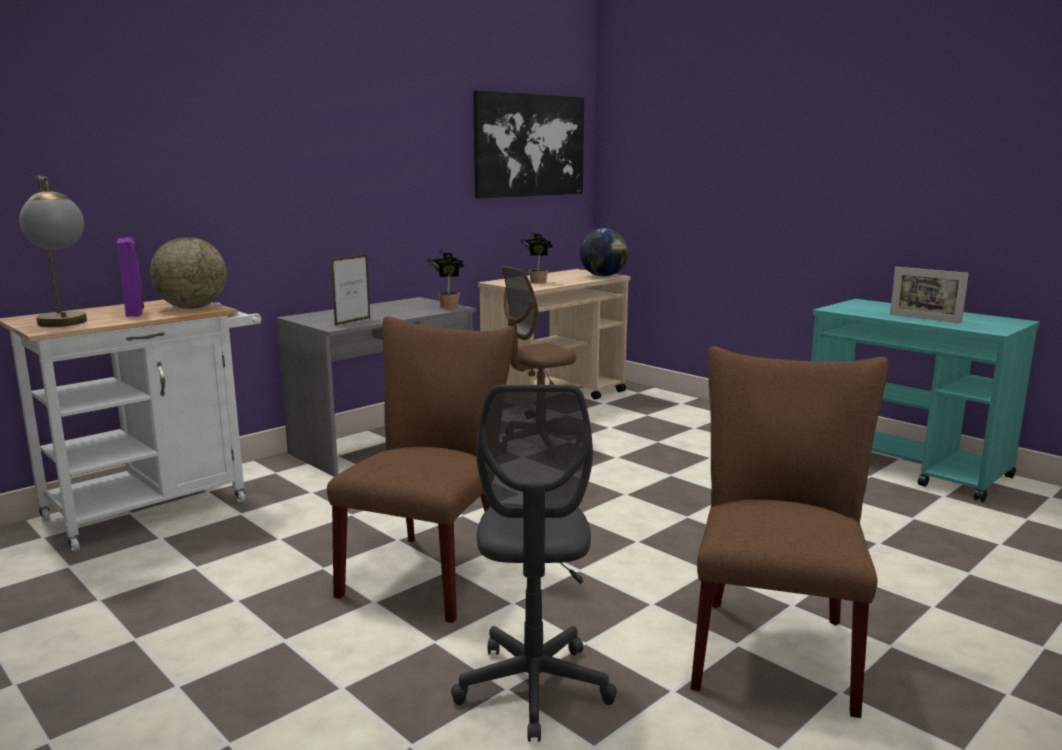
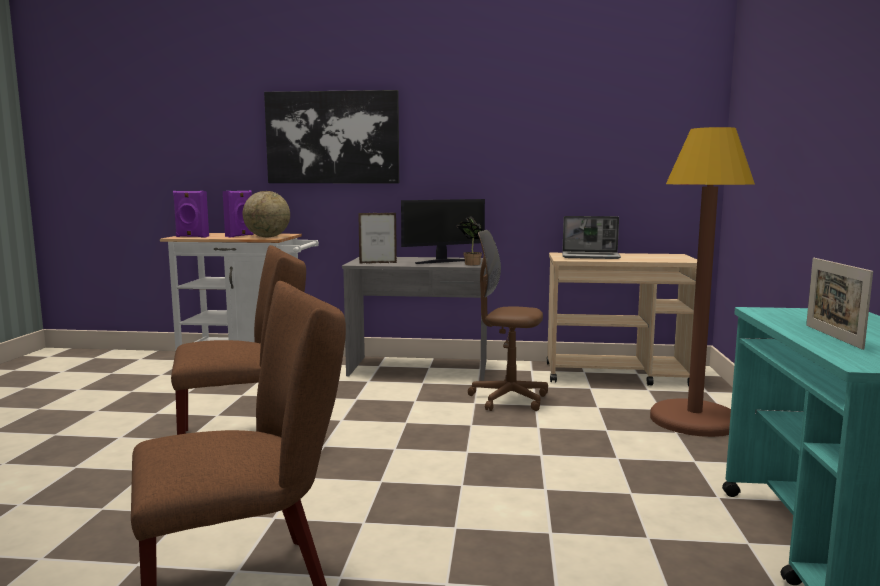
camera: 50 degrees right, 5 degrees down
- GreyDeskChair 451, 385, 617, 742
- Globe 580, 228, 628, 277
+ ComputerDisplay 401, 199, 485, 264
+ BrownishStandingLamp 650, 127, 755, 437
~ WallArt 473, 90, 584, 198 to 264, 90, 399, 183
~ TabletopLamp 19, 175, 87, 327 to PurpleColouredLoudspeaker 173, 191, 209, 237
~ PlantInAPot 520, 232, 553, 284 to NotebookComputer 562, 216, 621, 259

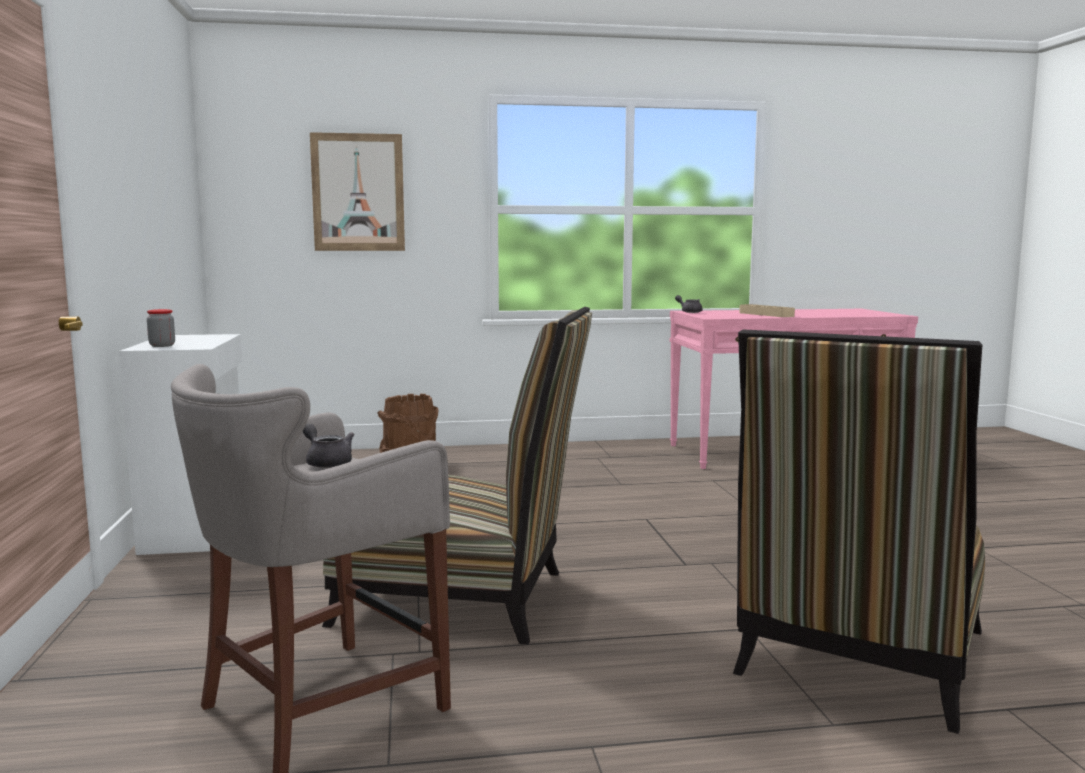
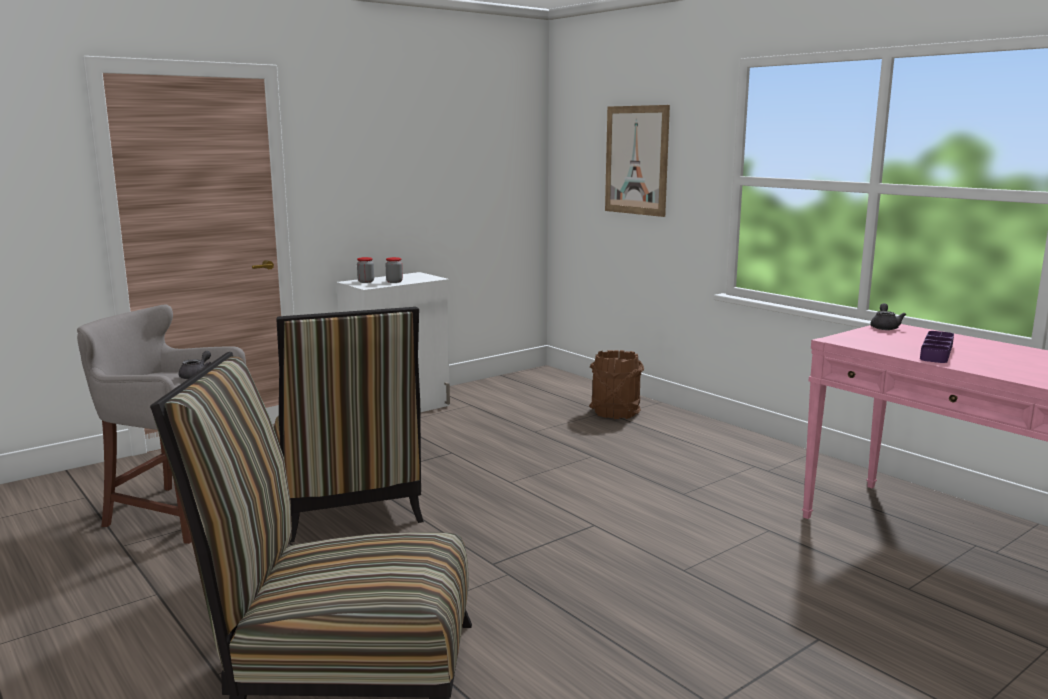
camera: 60 degrees right, 5 degrees up
+ PreserveJar 386, 257, 403, 283
~ BeigeColouredServingTray 739, 304, 795, 317 to PurpleColouredServingTray 920, 331, 954, 363

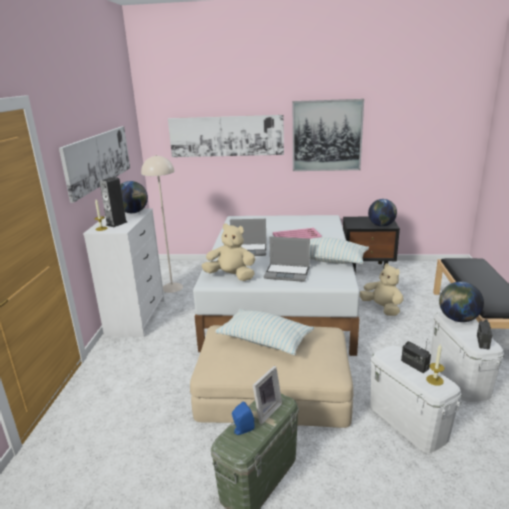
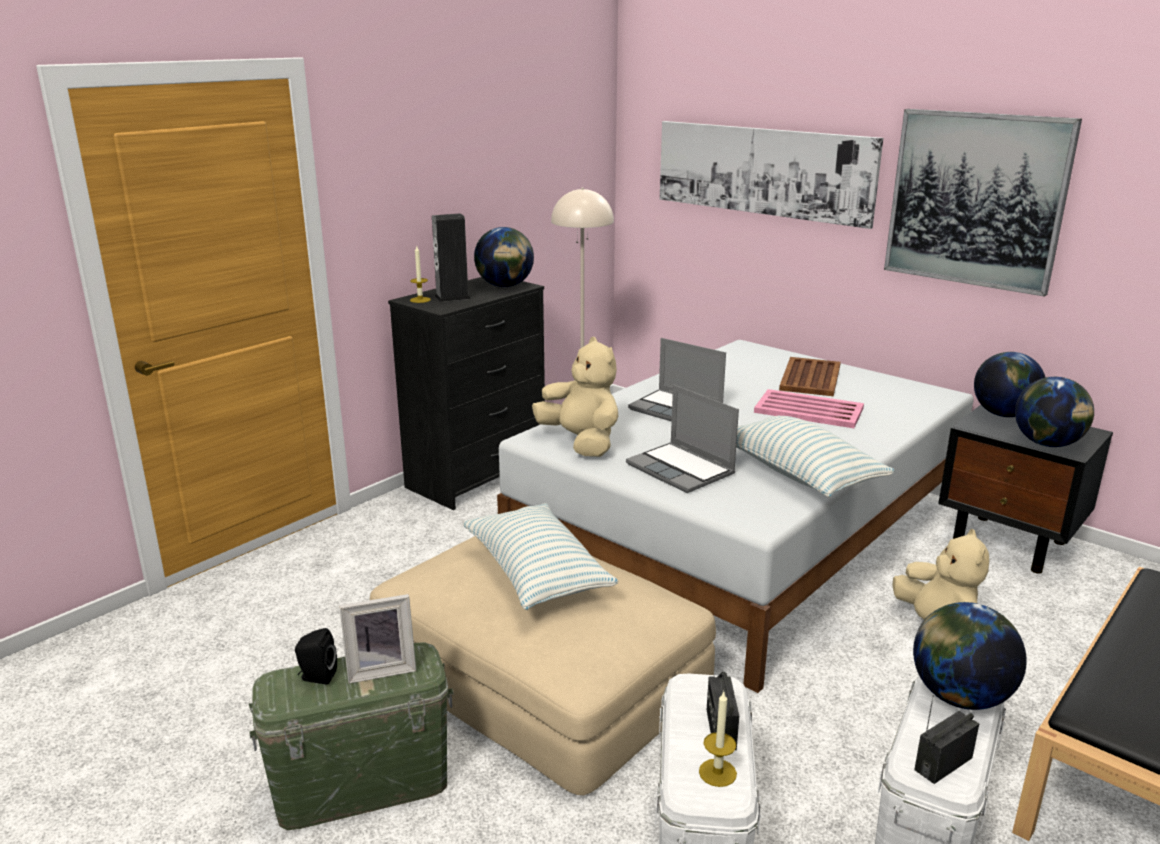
camera: 35 degrees right, 0 degrees up
- WallArt 59, 126, 130, 203
+ BrownishServingTray 779, 357, 841, 396
+ Globe 974, 352, 1045, 417
~ WhiteColouredChestOfDrawers 83, 208, 165, 337 to BlackColouredChestOfDrawers 388, 277, 545, 510
~ BlueLoudspeaker 232, 401, 255, 435 to BlackColouredLoudspeaker 295, 628, 337, 684

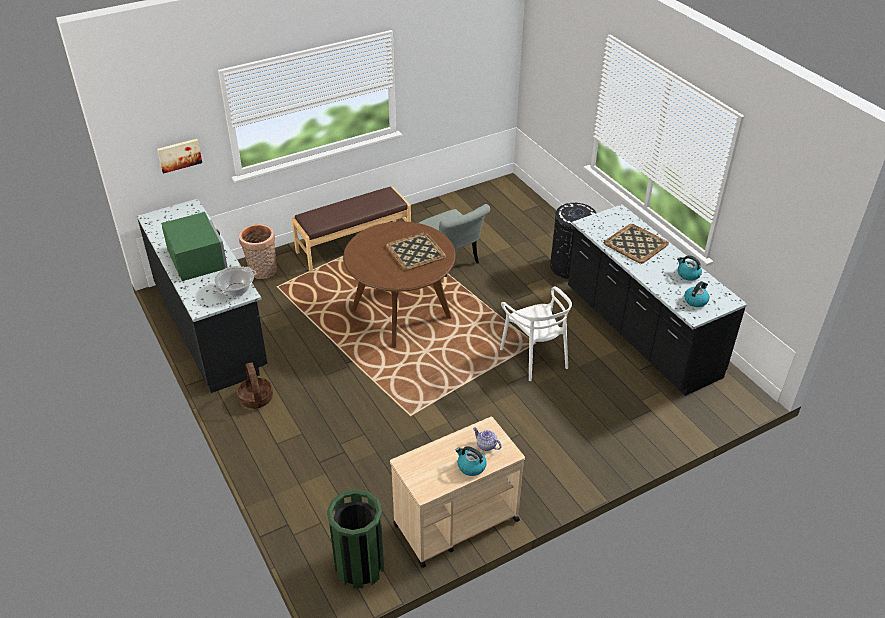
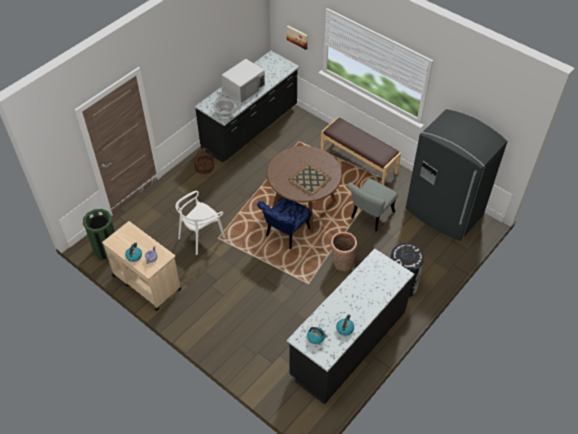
camera: 70 degrees right, 10 degrees up
- ServingTray 604, 224, 669, 264
+ BlueUprightChair 257, 197, 312, 249
+ GreyFridge 406, 109, 507, 241
~ Basket 239, 224, 277, 279 to 331, 232, 357, 271
~ WhiteColouredUprightChair 500, 287, 572, 381 to 176, 191, 226, 255
~ GreenColouredKitchenMicrowave 161, 212, 228, 281 to WhiteColouredKitchenMicrowave 222, 59, 265, 102

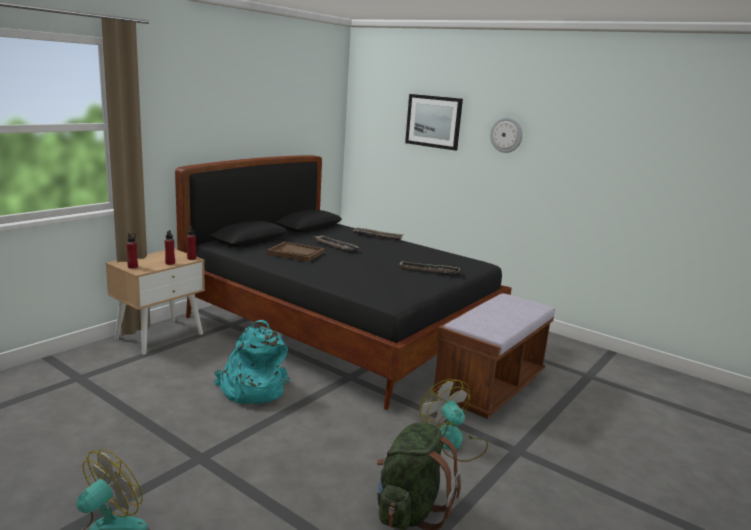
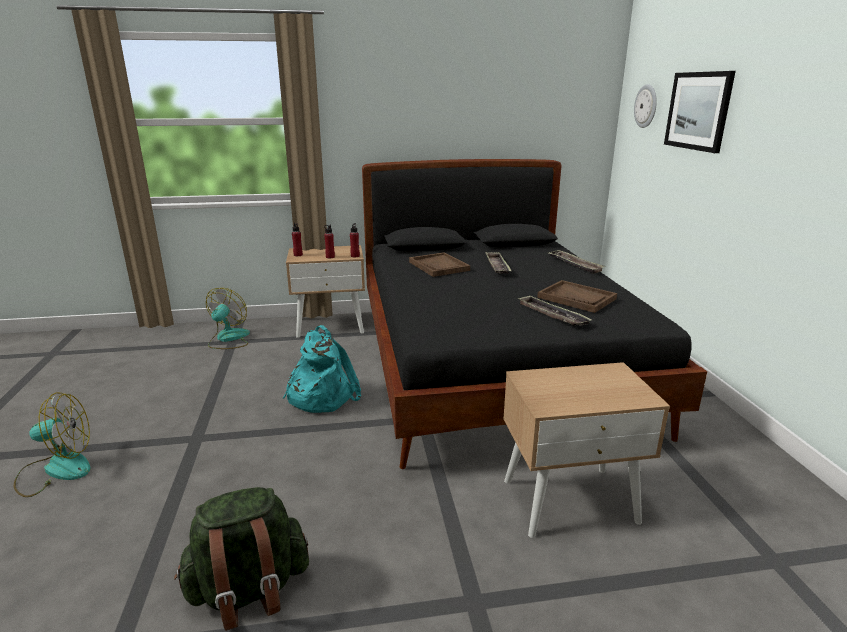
camera: 45 degrees right, 5 degrees up
+ BrownishServingTray 537, 280, 617, 313
~ ElectricFan 420, 379, 488, 462 to 206, 288, 250, 349
~ WallClock 490, 117, 523, 153 to 634, 84, 657, 128
~ BrownishIndoorBench 432, 293, 555, 419 to BeigeColouredBedsideTable 503, 362, 670, 538

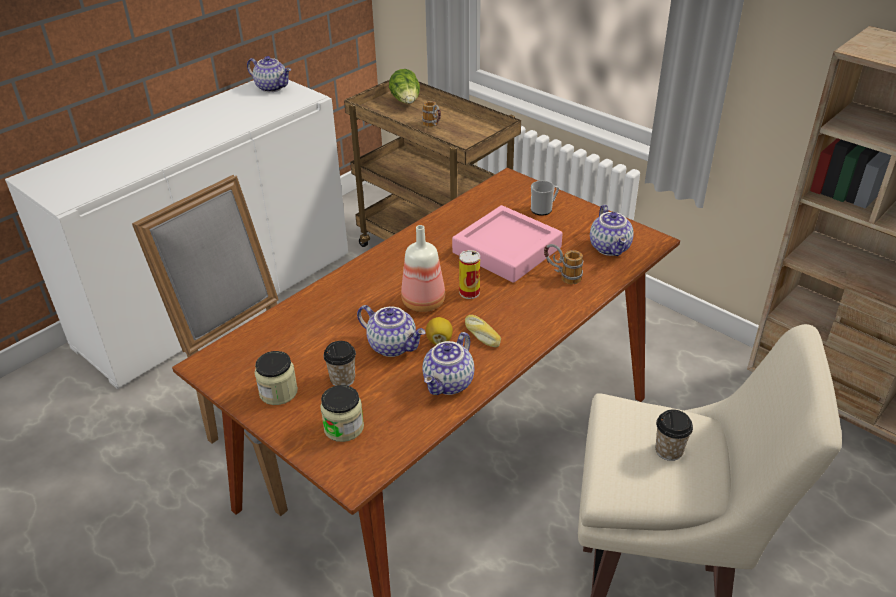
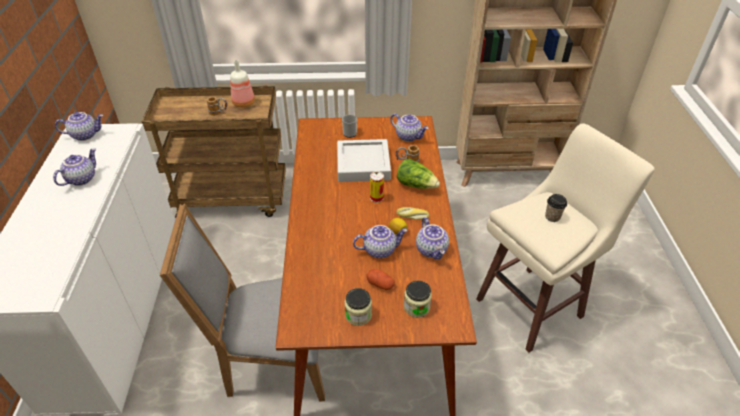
camera: 45 degrees left, 5 degrees up
+ PotForTea 53, 148, 96, 186
~ HeadOfLettuce 389, 69, 420, 104 to 397, 159, 440, 189
~ Bottle 401, 225, 445, 312 to 230, 60, 255, 108
~ SmallCup 323, 341, 356, 386 to Spud 367, 269, 395, 290
~ PinkServingTray 452, 205, 563, 283 to GreyServingTray 337, 139, 391, 182

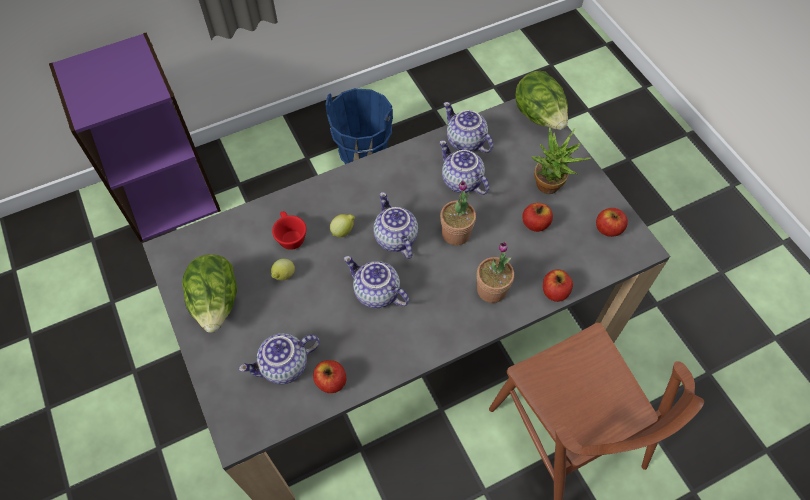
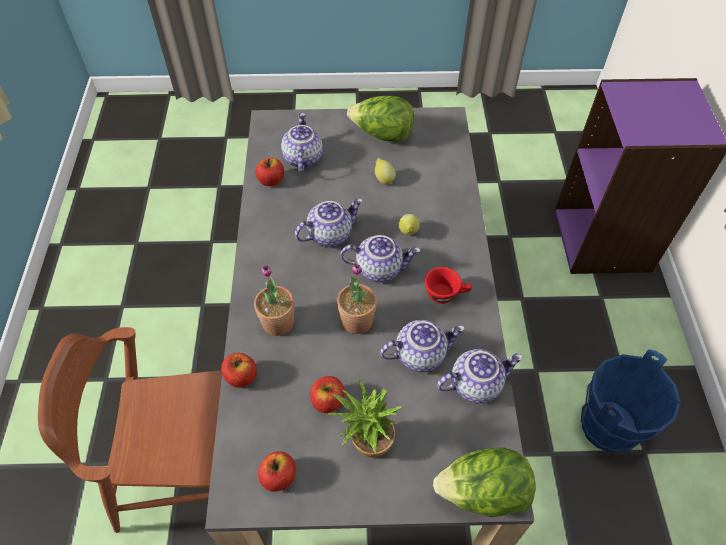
camera: 115 degrees right, 5 degrees down
~ RedSmallCup 272, 211, 306, 250 to 425, 267, 472, 304

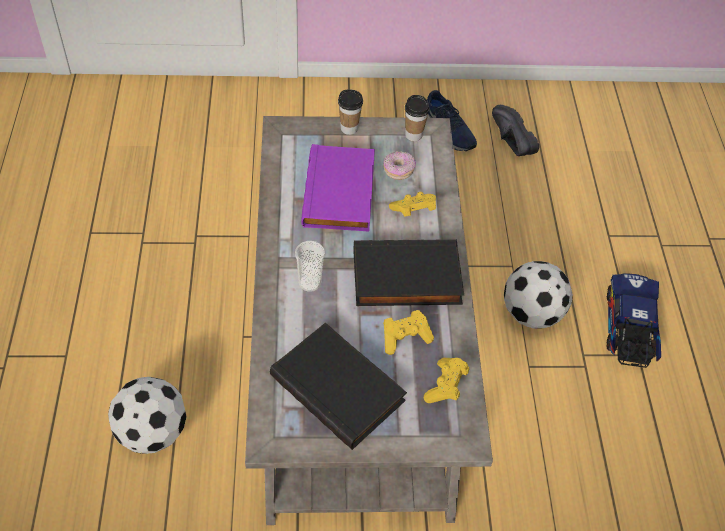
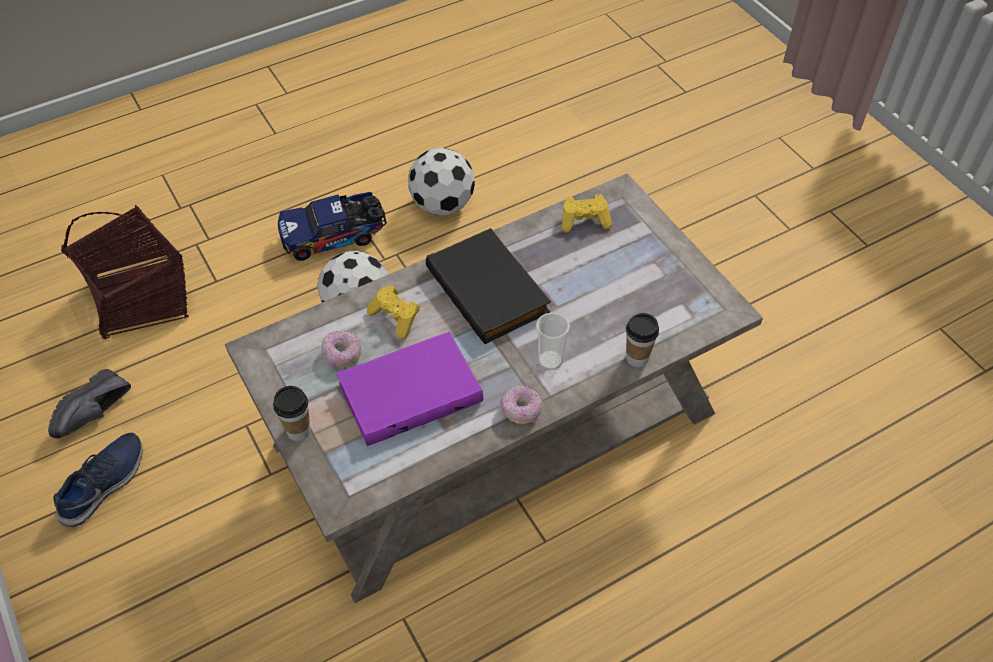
camera: 115 degrees left, 0 degrees up
- BlackColouredBook 270, 322, 407, 450
- YellowGamepad 383, 310, 434, 355
+ Basket 61, 205, 189, 339
+ Doughnut 500, 385, 543, 424
~ FootballBall 108, 377, 187, 454 to 408, 147, 475, 215
~ SmallCup 405, 95, 430, 141 to 626, 313, 659, 367

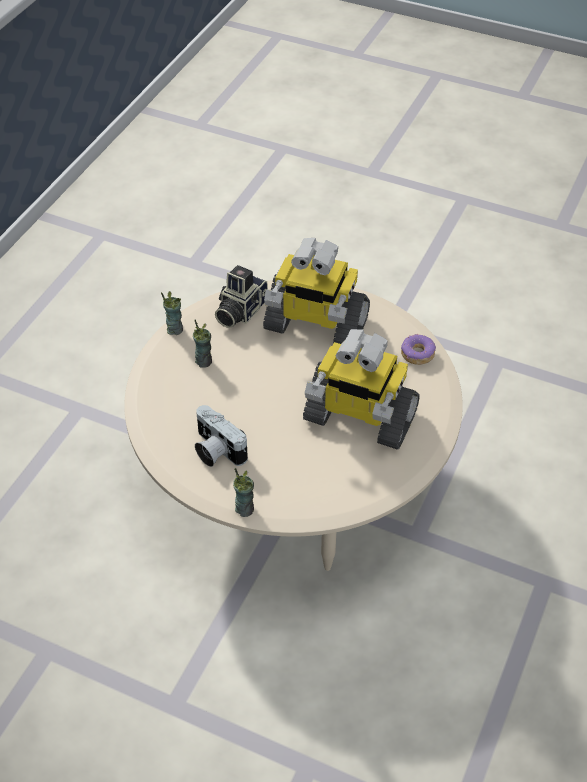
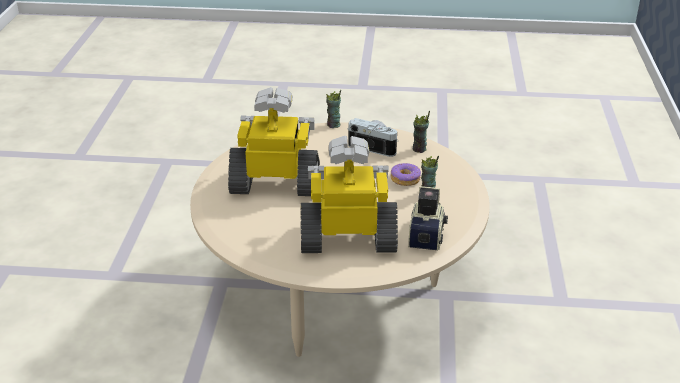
camera: 160 degrees right, 15 degrees down
~ SmallCup 161, 291, 183, 335 to 413, 111, 430, 153
~ Doughnut 401, 334, 436, 365 to 391, 163, 421, 186

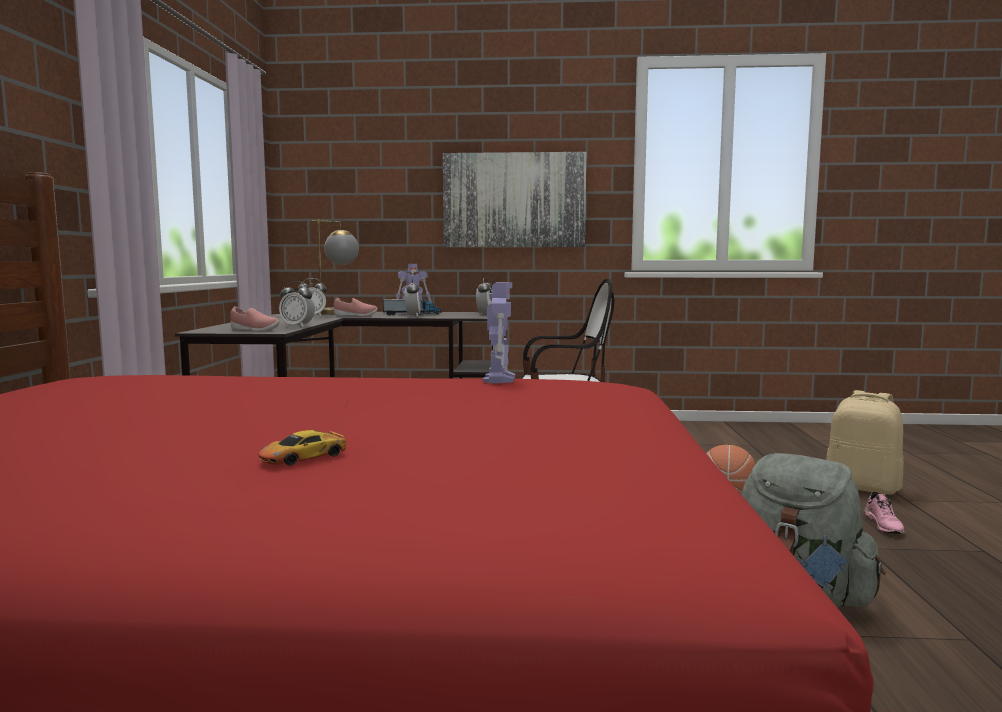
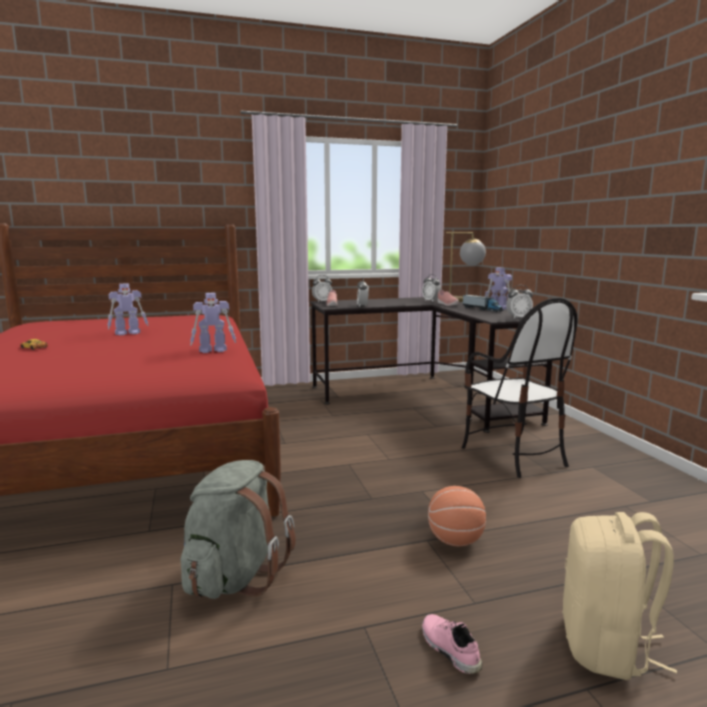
camera: 70 degrees right, 5 degrees up
- WallArt 443, 152, 586, 247
+ ModelRobot 107, 283, 149, 335
~ TableClock 405, 278, 420, 317 to 312, 275, 332, 302
~ PinkShoe 864, 492, 905, 534 = 422, 614, 483, 674 75 degrees clockwise

